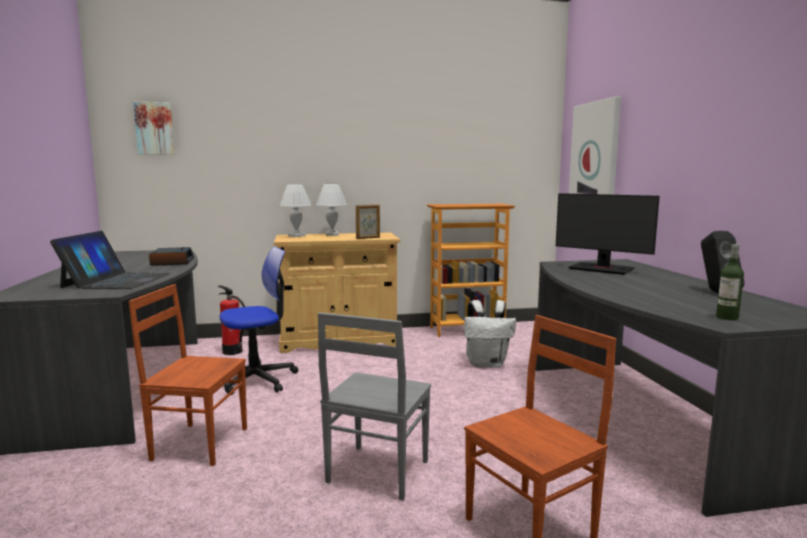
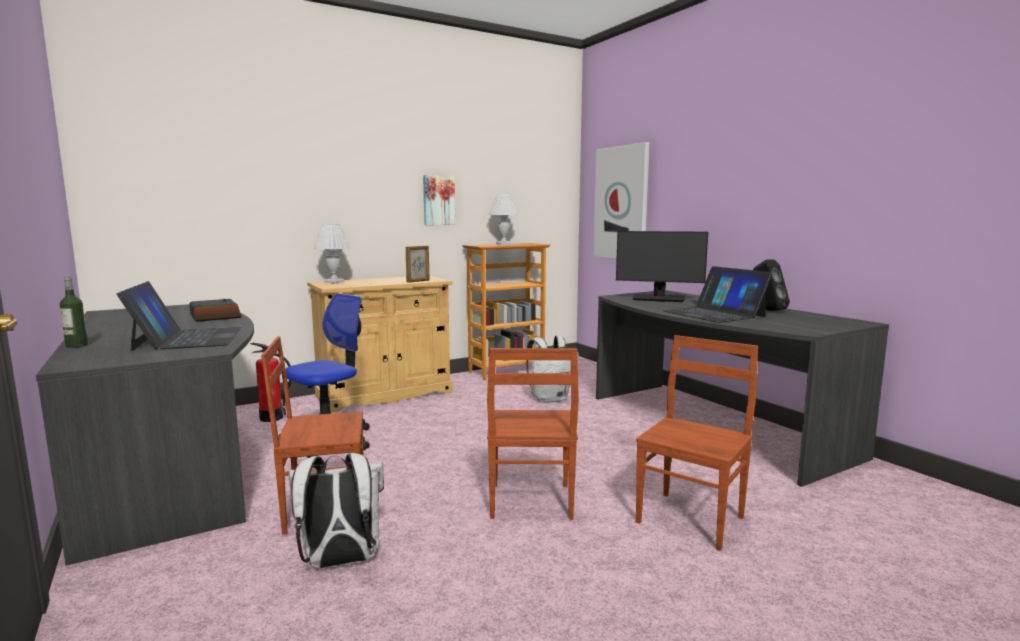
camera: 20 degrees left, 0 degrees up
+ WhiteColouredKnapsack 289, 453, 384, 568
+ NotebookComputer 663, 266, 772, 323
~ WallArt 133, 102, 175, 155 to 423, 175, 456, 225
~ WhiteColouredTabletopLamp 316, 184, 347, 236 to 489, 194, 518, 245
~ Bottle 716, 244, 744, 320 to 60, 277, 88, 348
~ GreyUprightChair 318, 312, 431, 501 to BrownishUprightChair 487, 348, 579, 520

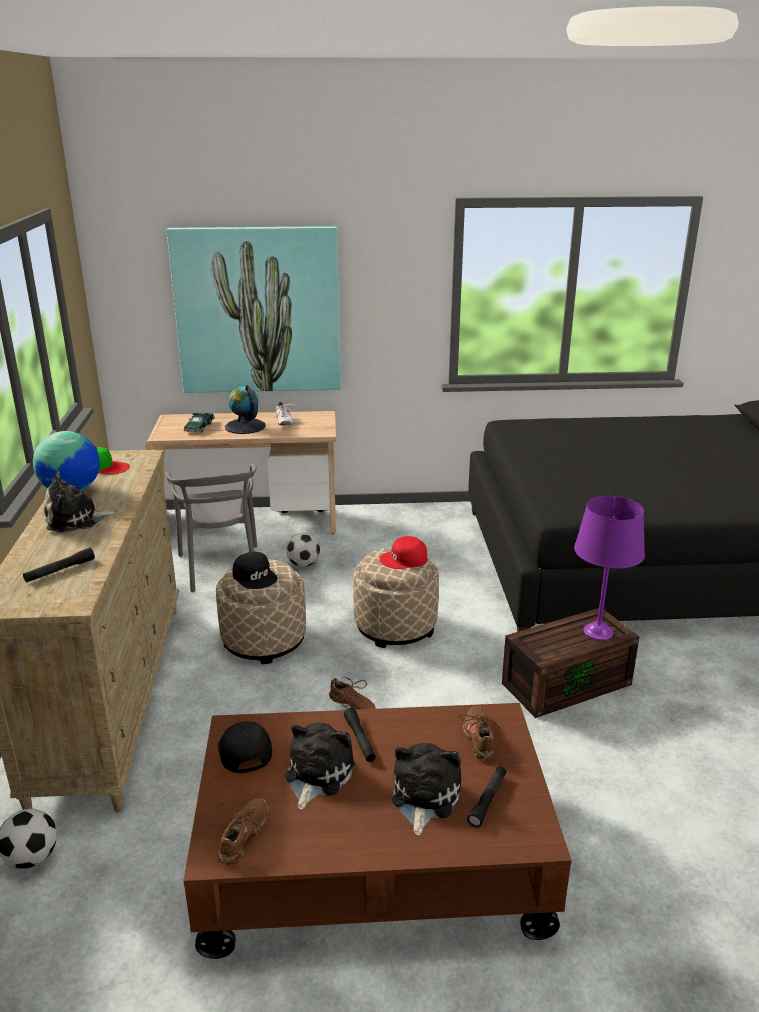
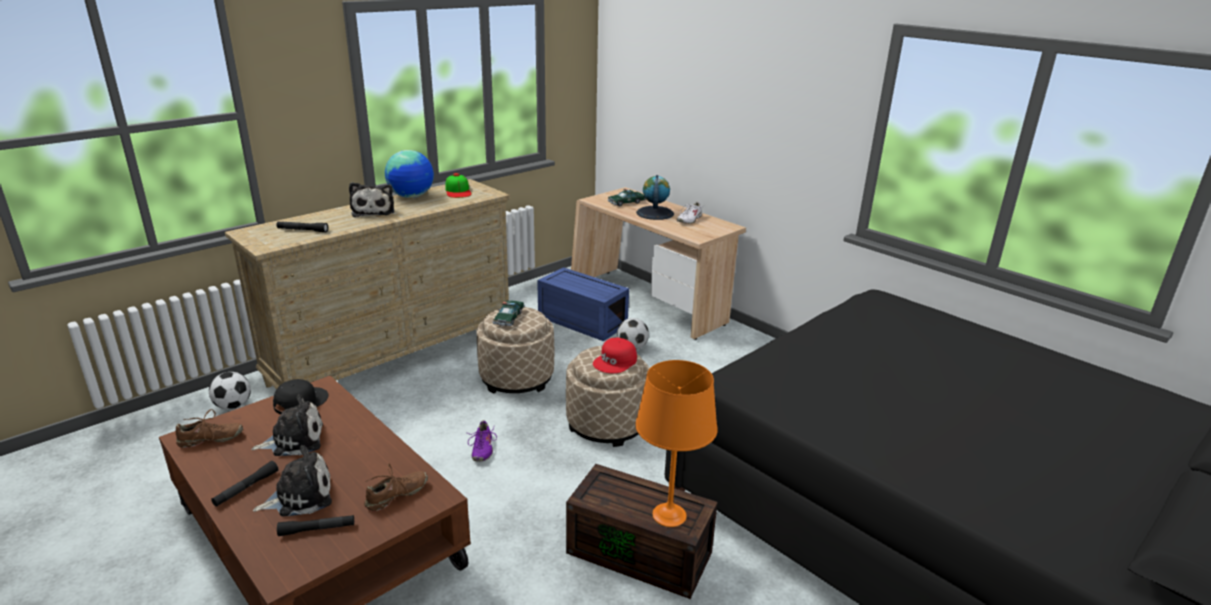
camera: 50 degrees right, 0 degrees up
- WallArt 167, 226, 341, 393
~ BlackColouredTorch 344, 708, 376, 762 to 211, 461, 278, 507
~ GreyUprightChair 165, 463, 257, 592 to BlueStorageBin 537, 267, 629, 341
~ BlackColouredCap 232, 551, 277, 589 to ToyCar 493, 300, 525, 326
~ BrownishShoe 329, 676, 376, 710 to PurpleColouredShoe 468, 420, 497, 462
~ PurpleColouredTabletopLamp 574, 496, 645, 640 to OrangeTabletopLamp 635, 360, 718, 527
~ SoftToy 44, 472, 118, 532 = 349, 182, 394, 217 135 degrees counterclockwise
~ RedCap 379, 536, 427, 569 = 593, 337, 637, 373 90 degrees counterclockwise

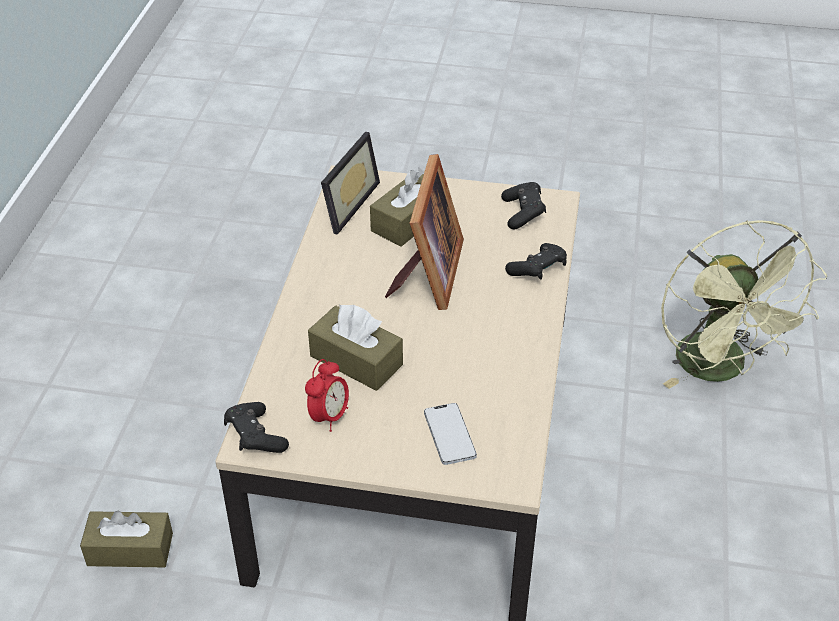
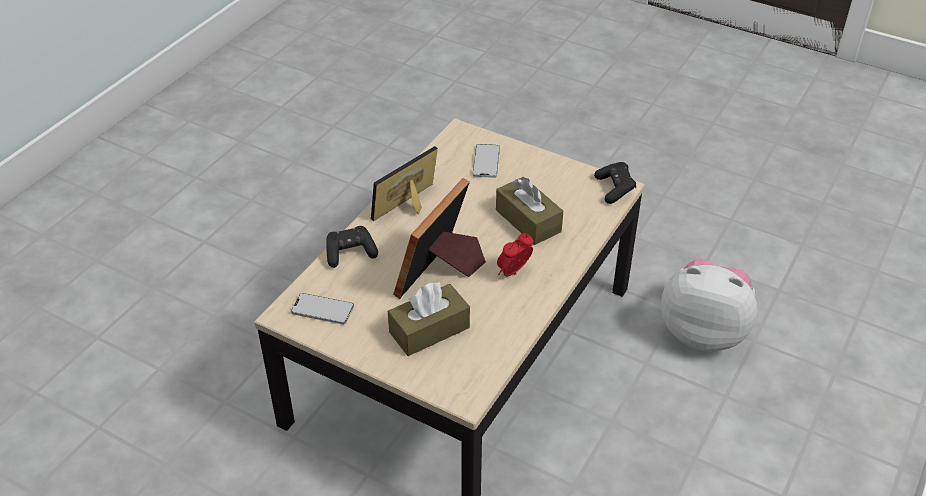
camera: 160 degrees left, 0 degrees up
- GreenColouredElectricFan 661, 220, 827, 389
~ TableClock 305, 359, 349, 432 to 497, 233, 534, 276
~ PhotoFrame 321, 132, 380, 235 to 371, 146, 438, 221
~ BrownishTissueBox 80, 511, 173, 567 to SoftToy 661, 259, 758, 352
~ BlackColouredGamepad 501, 182, 546, 229 to Phone 291, 293, 354, 324

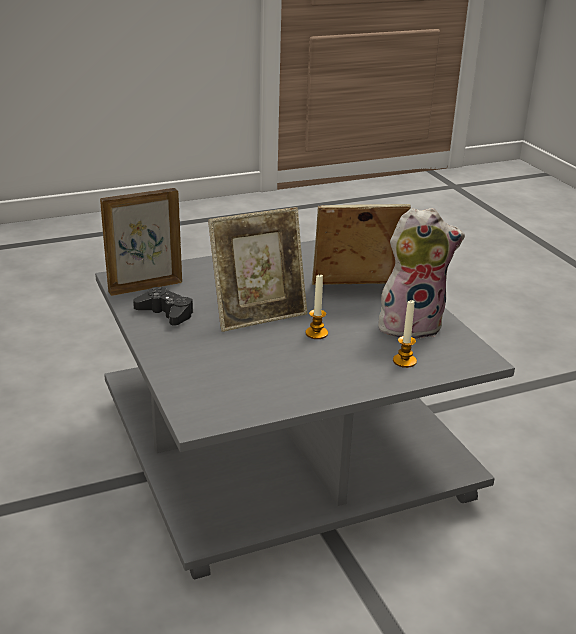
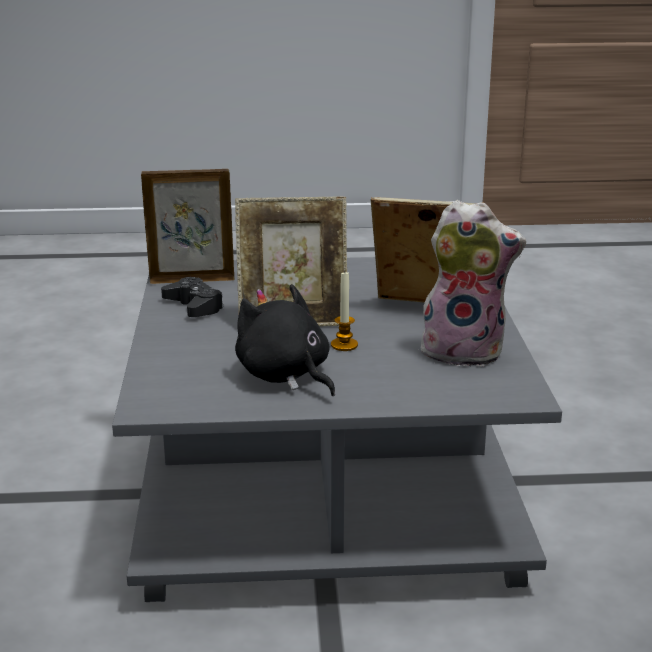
camera: 20 degrees right, 5 degrees down
- WaxLight 393, 299, 417, 368
+ BlackColouredSoftToy 235, 284, 335, 396

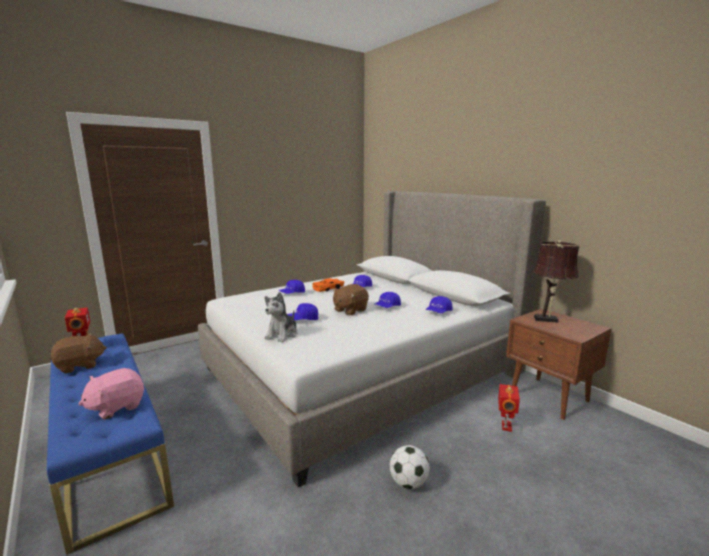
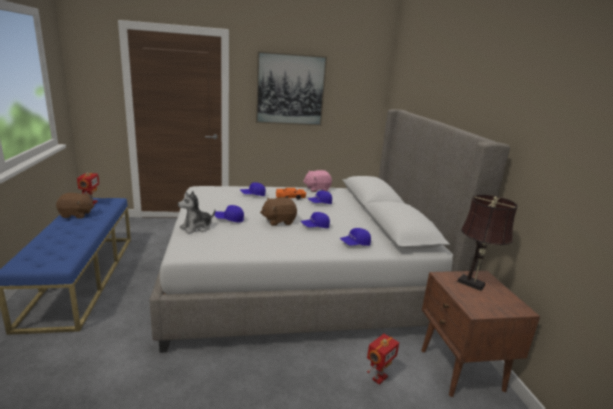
camera: 25 degrees right, 5 degrees up
- FootballBall 390, 445, 430, 489
+ WallArt 256, 51, 327, 126
~ PinkSoftToy 79, 368, 144, 420 to 303, 170, 332, 192

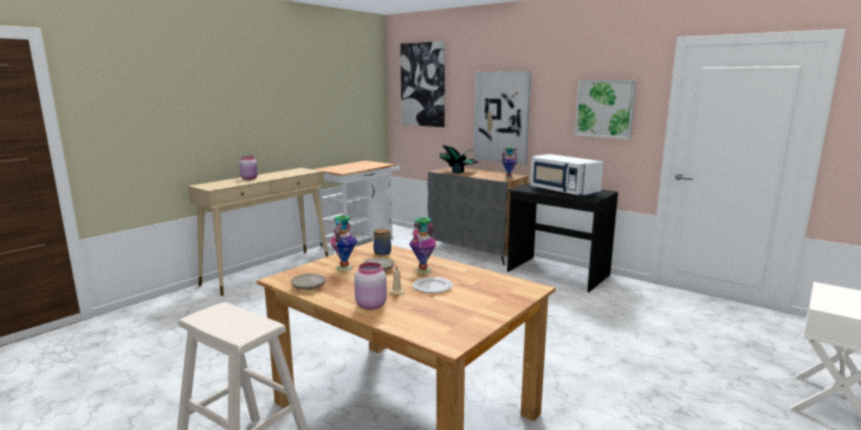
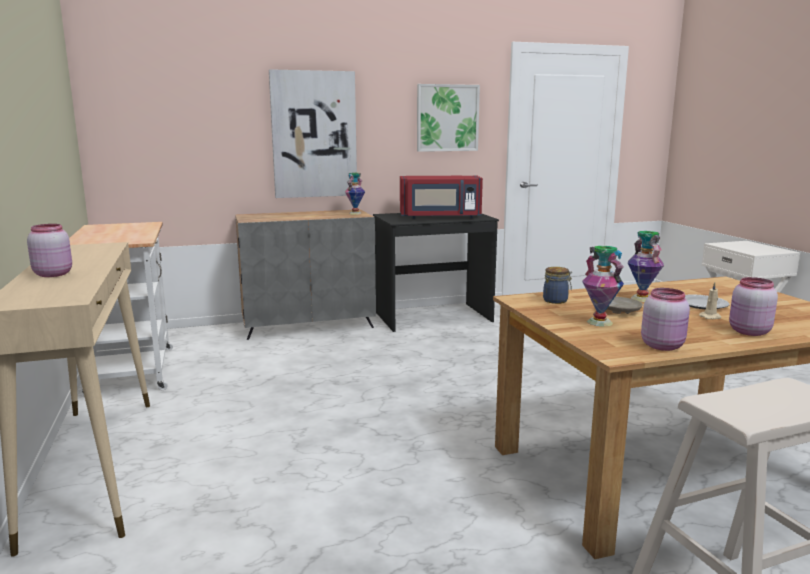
camera: 55 degrees left, 0 degrees up
- WallArt 400, 41, 445, 127
- PlantInAPot 440, 145, 479, 173
~ BeigeColouredPlate 290, 273, 326, 290 to PinkPreserveJar 641, 288, 690, 351
~ WhiteColouredKitchenMicrowave 530, 154, 603, 197 to RedKitchenMicrowave 400, 176, 483, 219

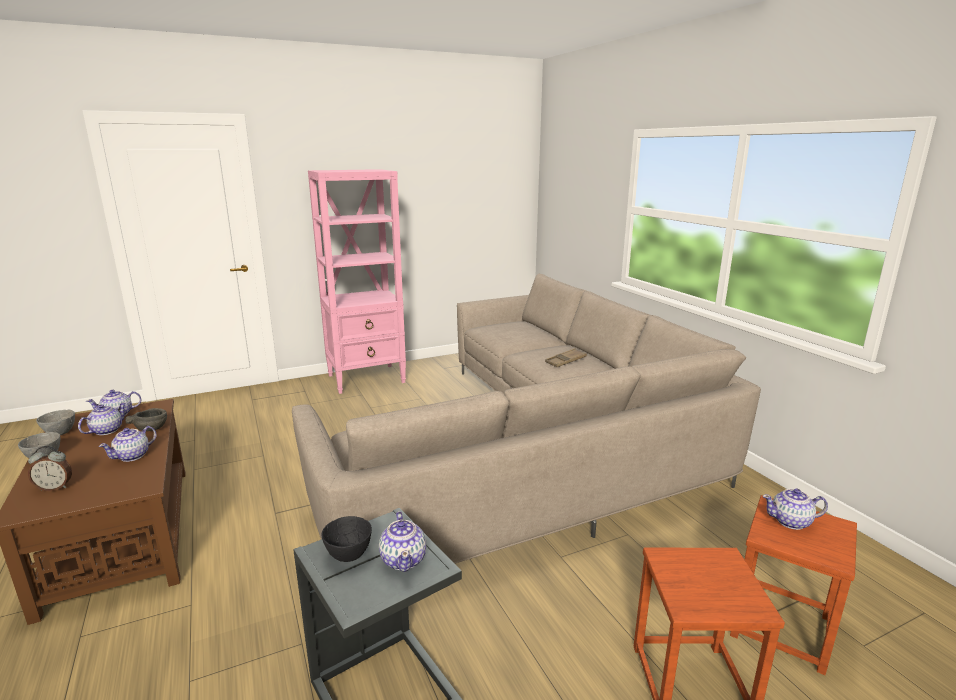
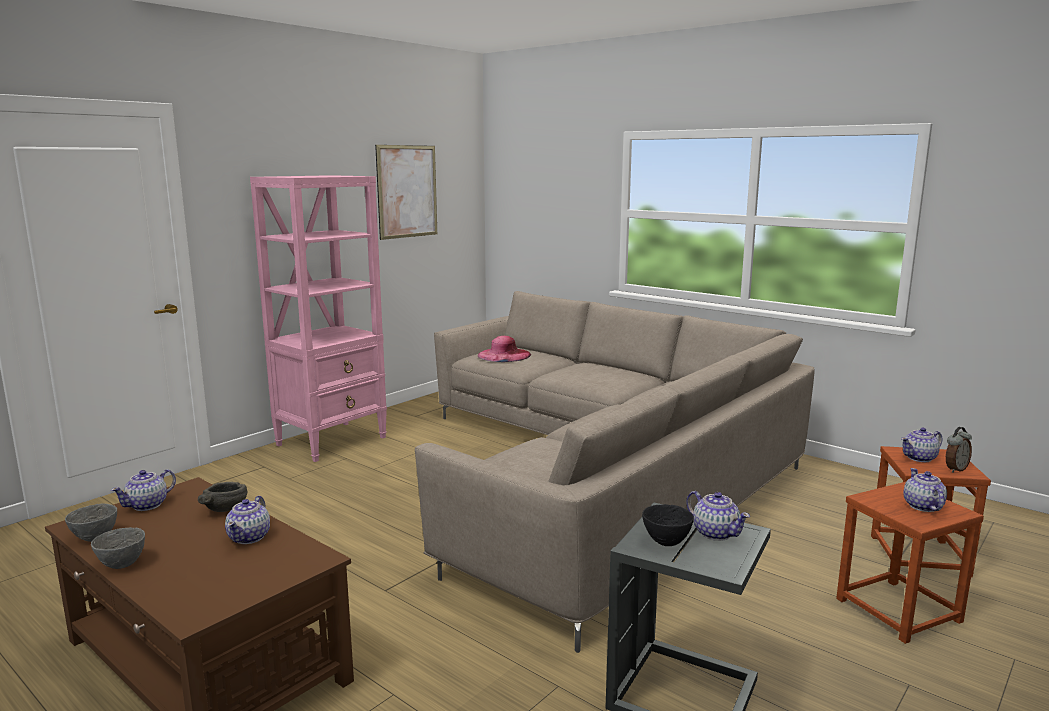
camera: 25 degrees left, 5 degrees down
- BrownishServingTray 545, 348, 587, 367
+ WallArt 375, 145, 437, 240
+ PinkClothingHat 478, 336, 531, 362
~ TableClock 28, 446, 72, 491 to 946, 427, 972, 473
~ PotForTea 78, 402, 127, 435 to 903, 468, 947, 512

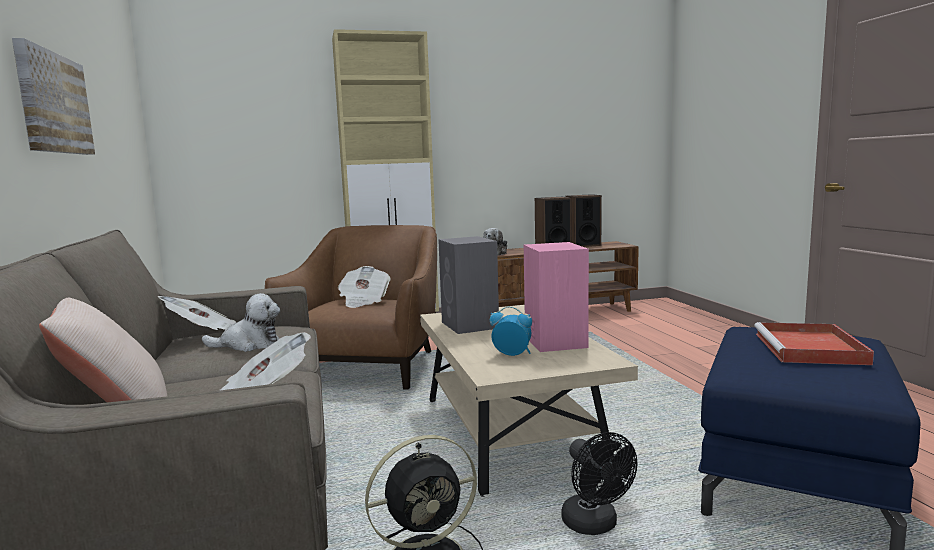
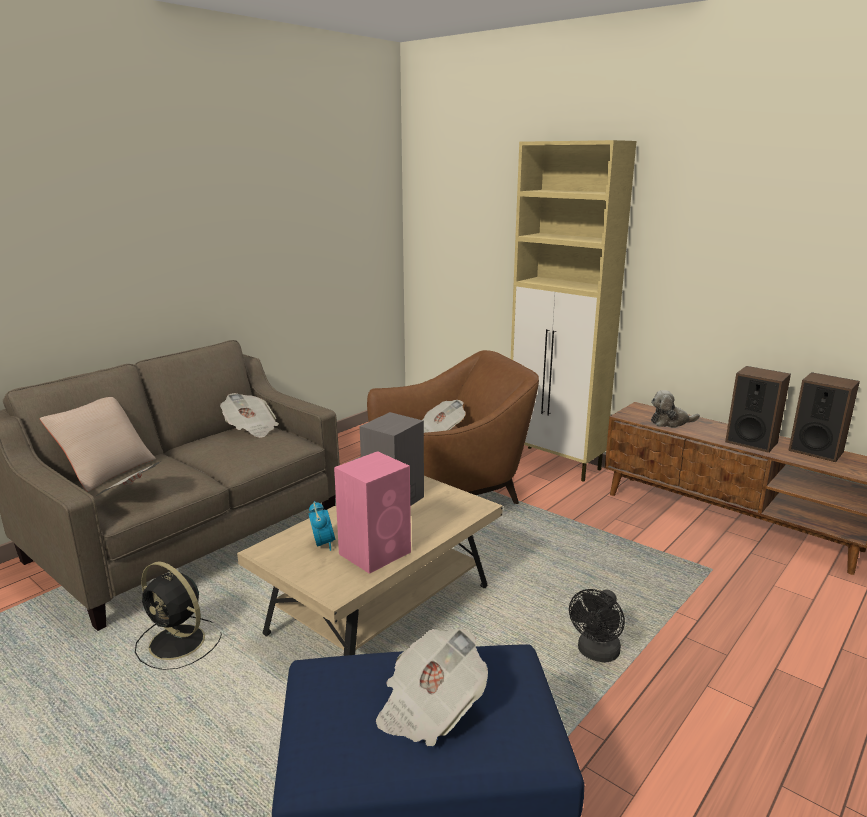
camera: 55 degrees right, 10 degrees up
- WallArt 12, 38, 95, 155
- SoftToy 202, 293, 280, 352
~ BlackColouredElectricFan 561, 432, 638, 535 to 569, 589, 625, 663
~ RedServingTray 754, 322, 874, 365 to DailyPaper 376, 629, 488, 746

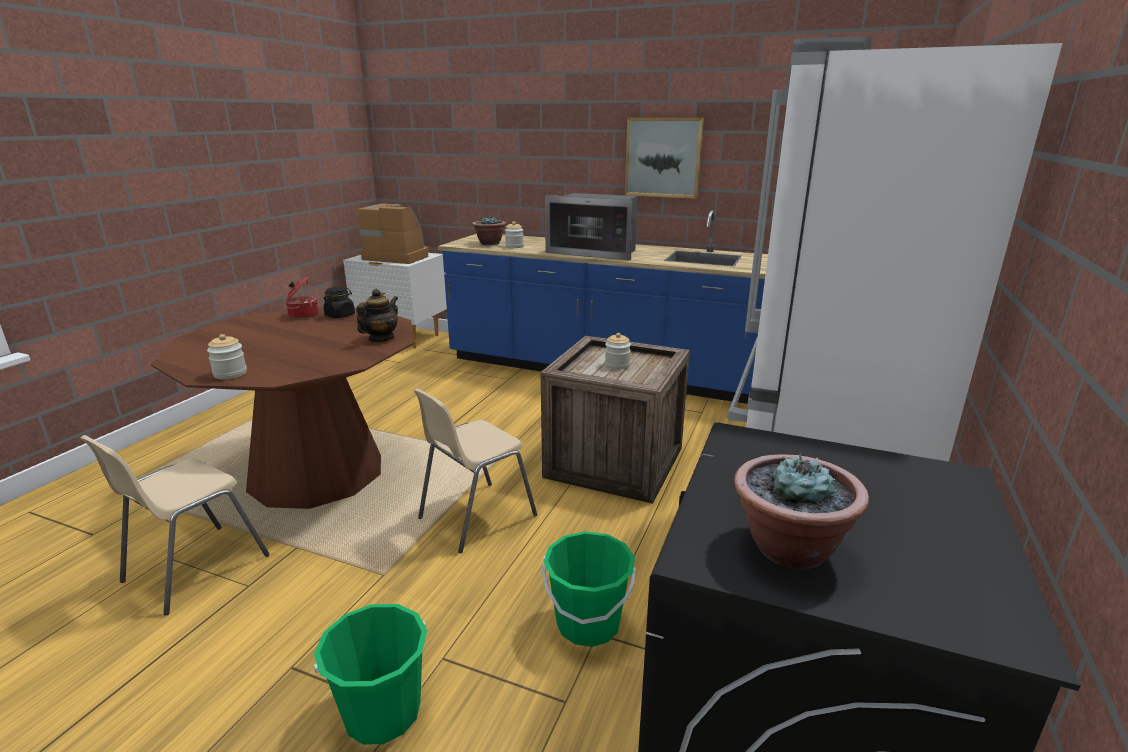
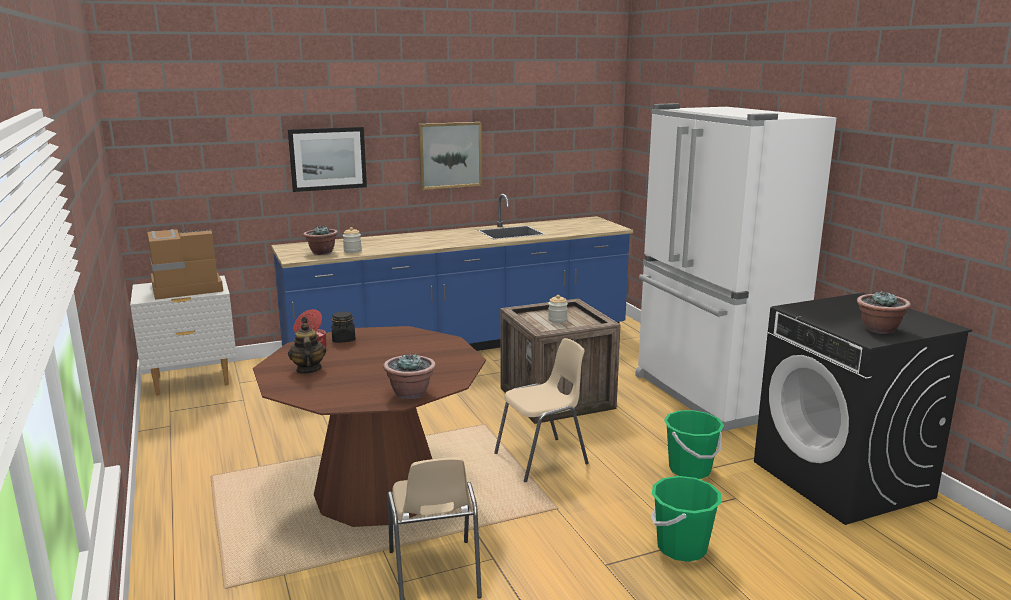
camera: 45 degrees left, 5 degrees down
- KitchenMicrowave 545, 193, 638, 261
+ WallArt 288, 127, 367, 192
~ PotForTea 357, 289, 398, 342 to 288, 323, 326, 374
~ PreserveJar 207, 334, 247, 379 to PlantInAPot 383, 352, 436, 399
~ BeigeColouredUprightChair 414, 389, 537, 553 = 494, 338, 589, 482 120 degrees counterclockwise

